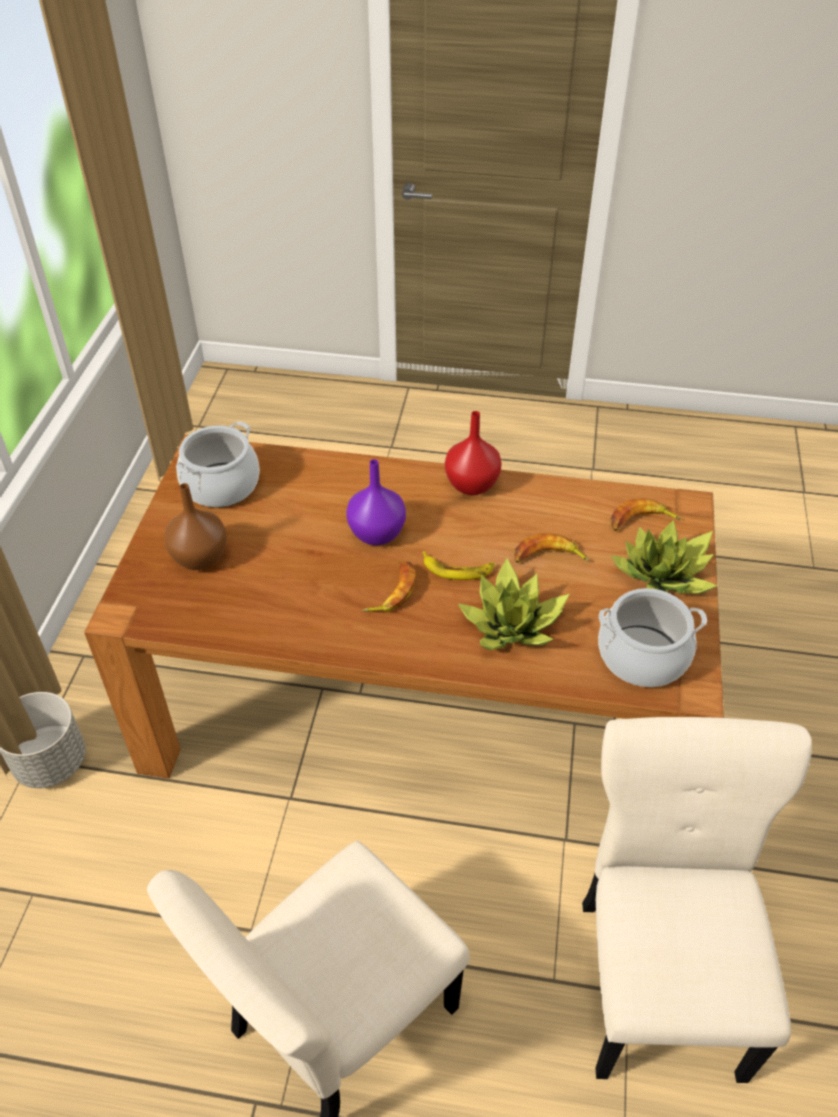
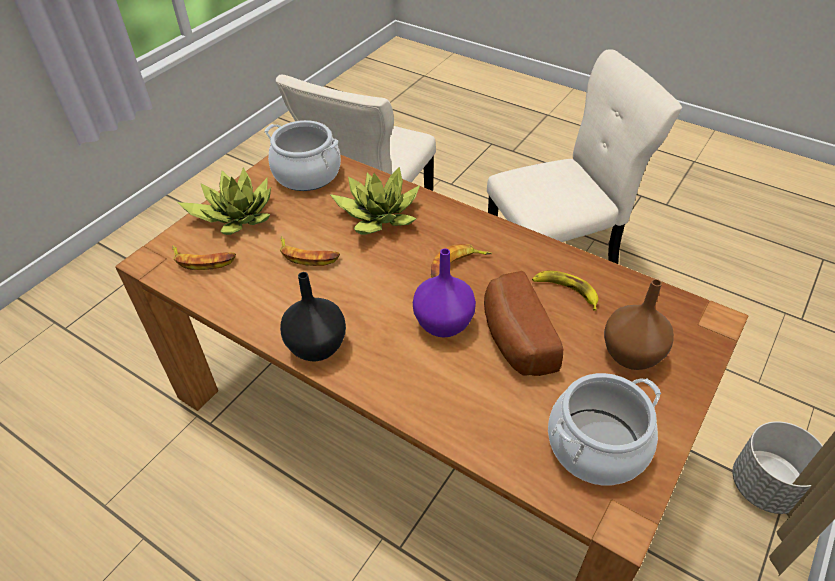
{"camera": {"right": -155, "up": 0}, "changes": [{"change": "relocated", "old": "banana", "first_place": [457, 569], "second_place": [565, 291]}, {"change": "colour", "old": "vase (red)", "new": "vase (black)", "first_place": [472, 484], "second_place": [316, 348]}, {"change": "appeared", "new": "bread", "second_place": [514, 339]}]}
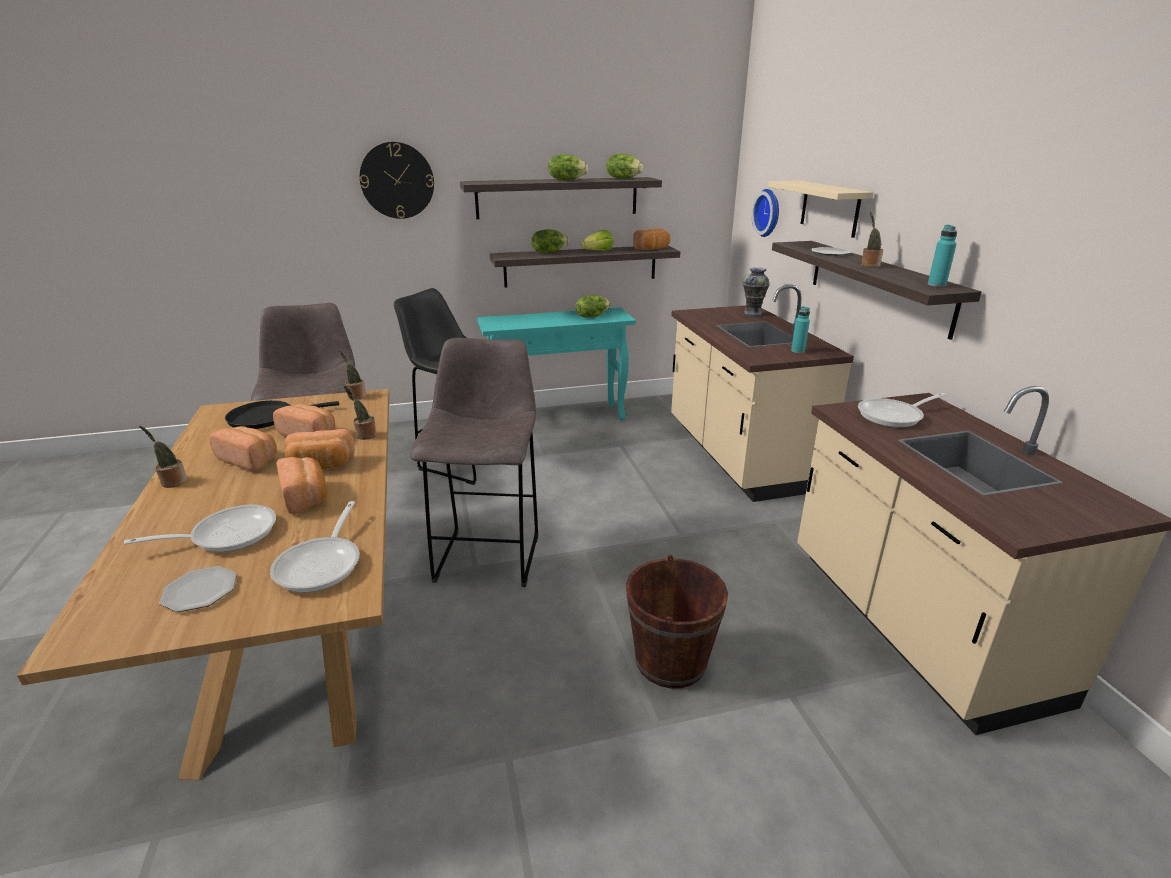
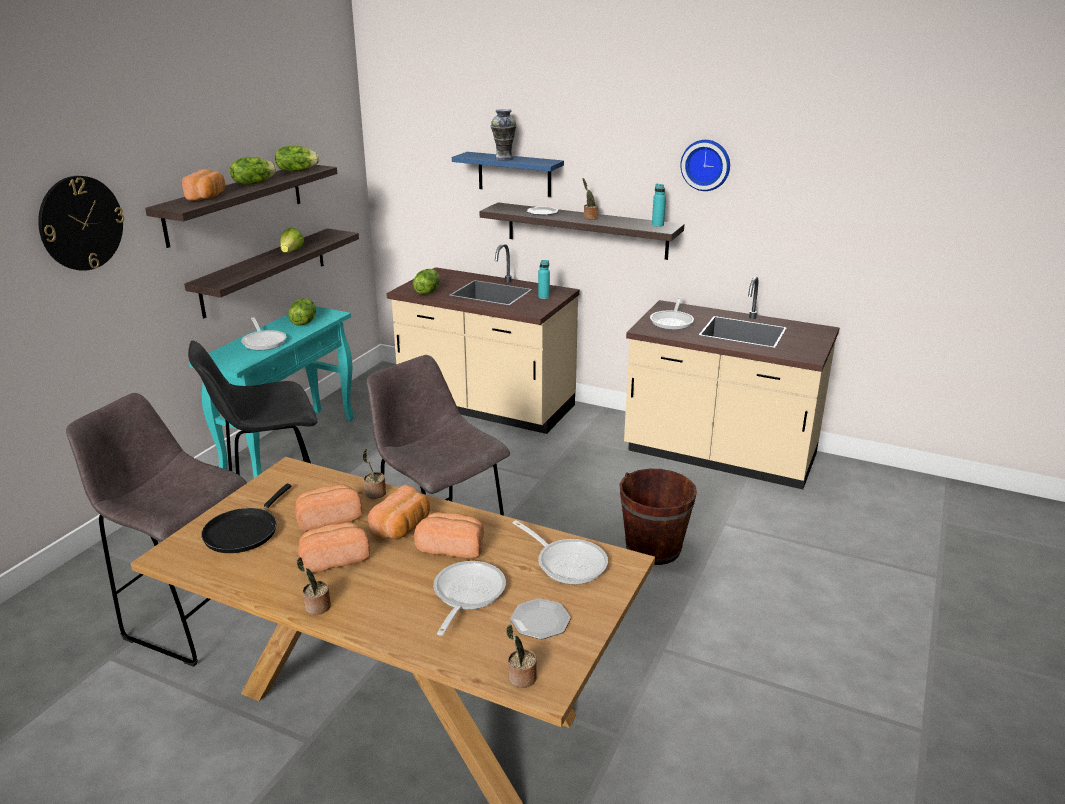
{"camera": {"right": -50, "up": 0}, "changes": [{"change": "relocated", "old": "potted plant", "first_place": [355, 396], "second_place": [520, 678]}, {"change": "relocated", "old": "lettuce", "first_place": [548, 252], "second_place": [427, 292]}, {"change": "relocated", "old": "bread", "first_place": [653, 249], "second_place": [208, 197]}, {"change": "relocated", "old": "vase", "first_place": [753, 314], "second_place": [504, 158]}, {"change": "relocated", "old": "wall clock", "first_place": [769, 213], "second_place": [706, 164]}, {"change": "colour", "old": "shelf (beige)", "new": "shelf (blue)", "first_place": [829, 208], "second_place": [514, 174]}, {"change": "appeared", "new": "frying pan", "second_place": [264, 341]}]}
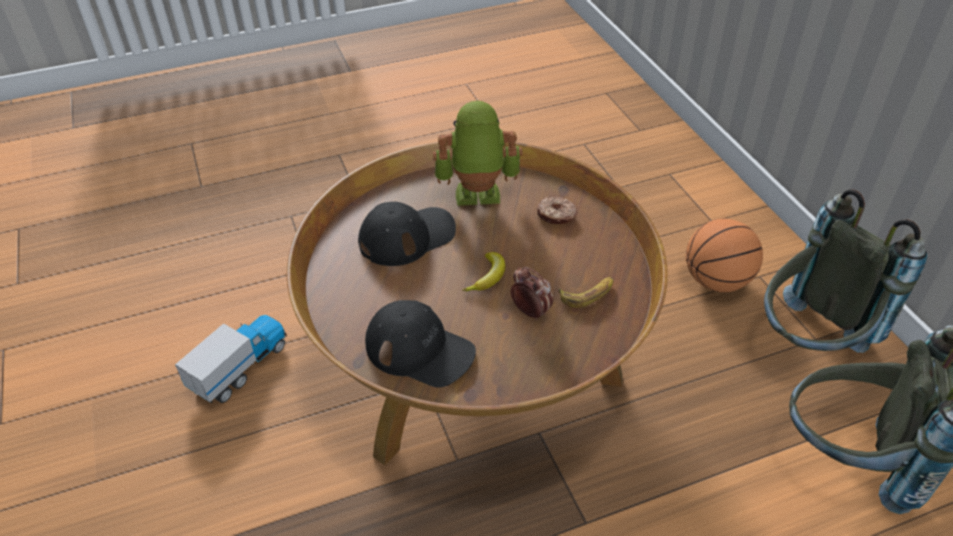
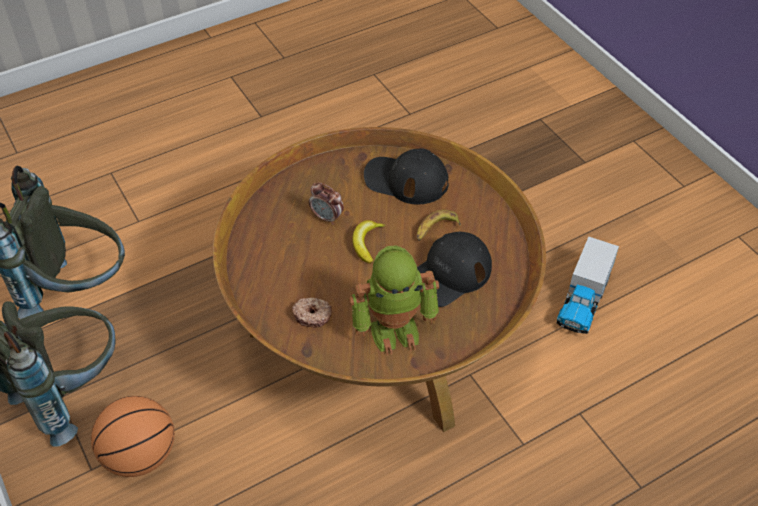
{"camera": {"right": 170, "up": 5}, "changes": [{"change": "relocated", "old": "banana", "first_place": [587, 294], "second_place": [436, 229]}]}
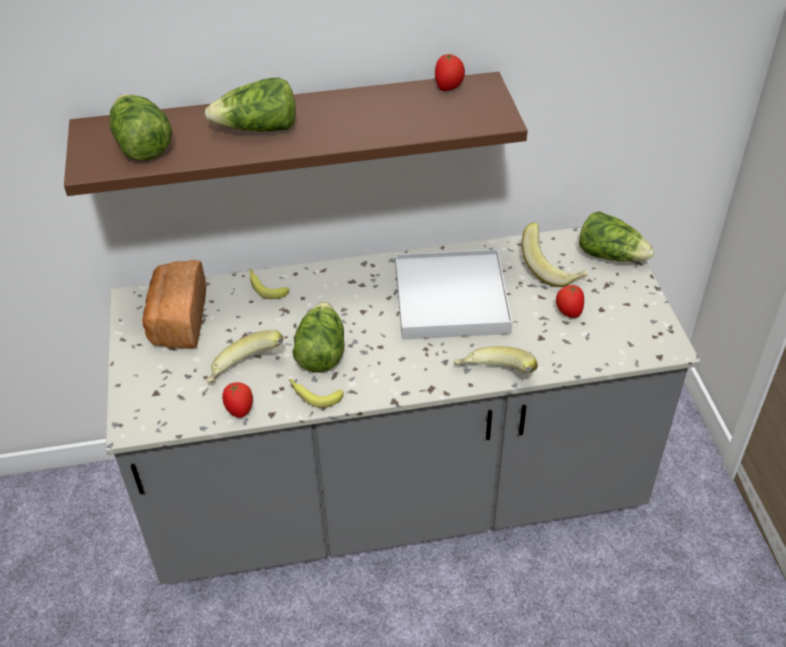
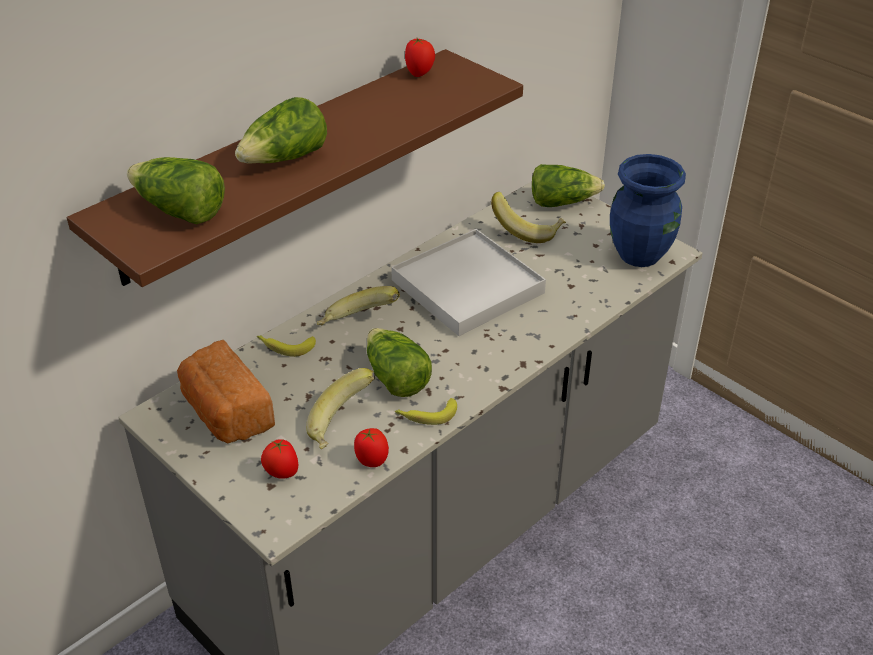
{"camera": {"right": -35, "up": -5}, "changes": [{"change": "relocated", "old": "banana", "first_place": [493, 377], "second_place": [358, 324]}, {"change": "relocated", "old": "tomato", "first_place": [568, 313], "second_place": [281, 473]}, {"change": "appeared", "new": "vase (blue)", "second_place": [640, 255]}]}
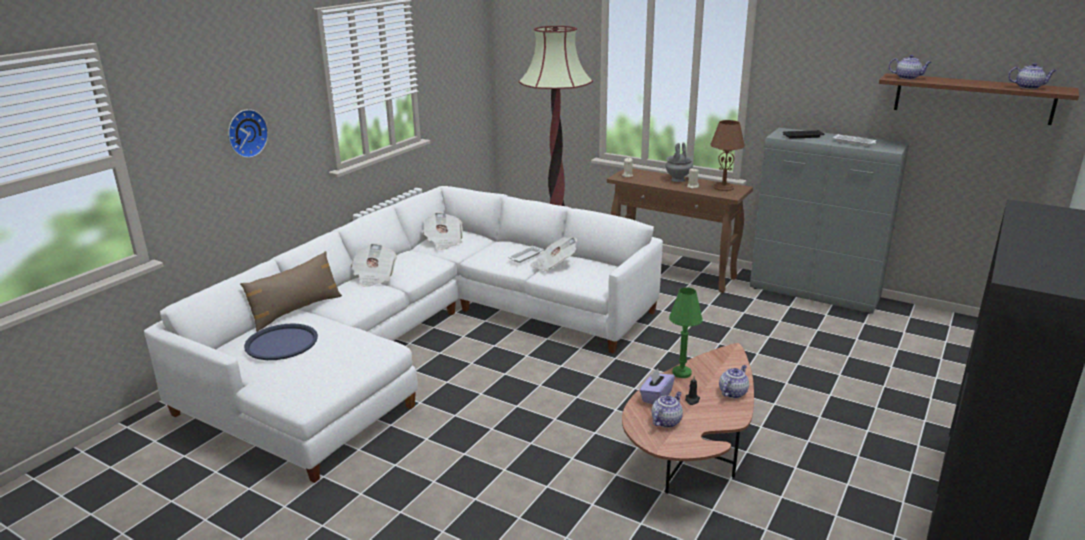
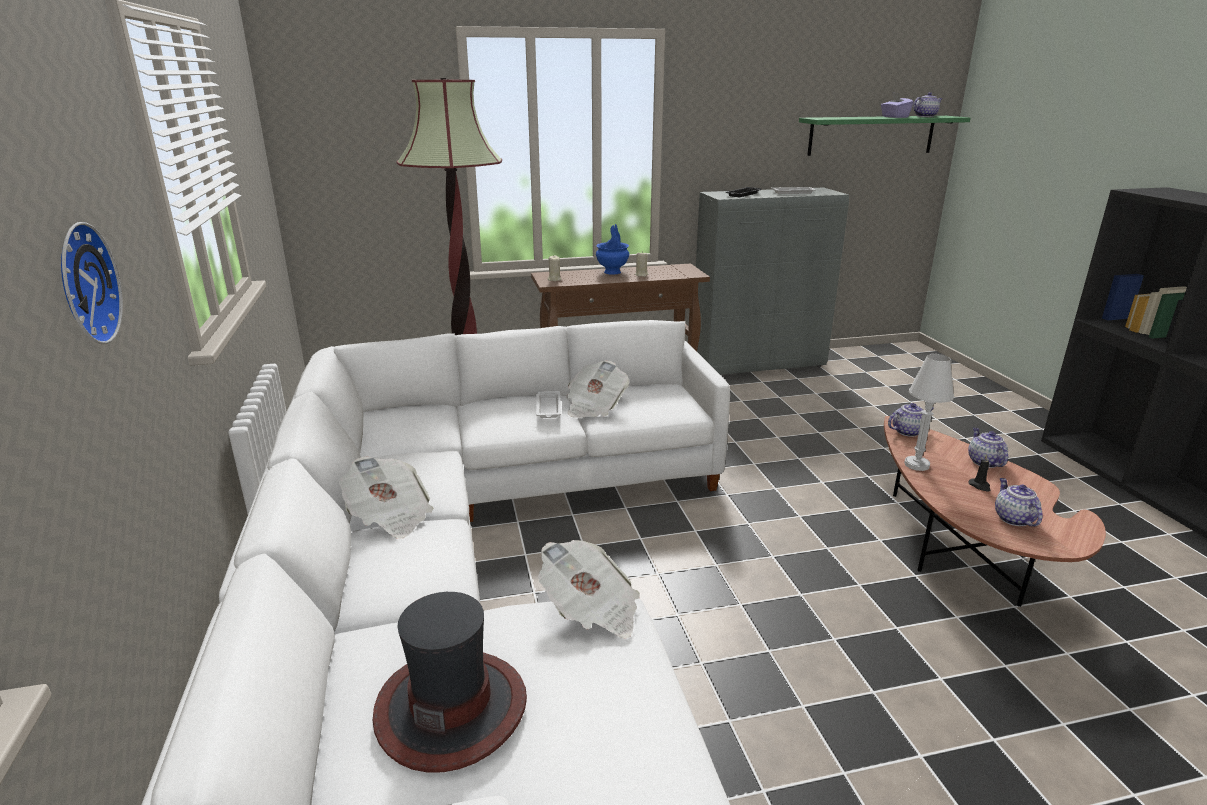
{"camera": {"right": -45, "up": 0}, "changes": [{"change": "missing", "old": "pillow (brown)", "first_place": [296, 310]}, {"change": "exchanged", "old": "tray (blue)", "new": "hat", "first_place": [281, 343], "second_place": [451, 707]}, {"change": "relocated", "old": "newspaper", "first_place": [444, 241], "second_place": [591, 610]}, {"change": "relocated", "old": "tissue box (purple)", "first_place": [656, 397], "second_place": [894, 117]}, {"change": "colour", "old": "vase (grey)", "new": "vase (blue)", "first_place": [677, 180], "second_place": [612, 272]}, {"change": "colour", "old": "table lamp (green)", "new": "table lamp (white)", "first_place": [681, 373], "second_place": [916, 465]}, {"change": "missing", "old": "table lamp (brown)", "first_place": [723, 187]}, {"change": "colour", "old": "shelf (brown)", "new": "shelf (green)", "first_place": [973, 98], "second_place": [871, 135]}, {"change": "relocated", "old": "teapot", "first_place": [908, 78], "second_place": [908, 431]}]}
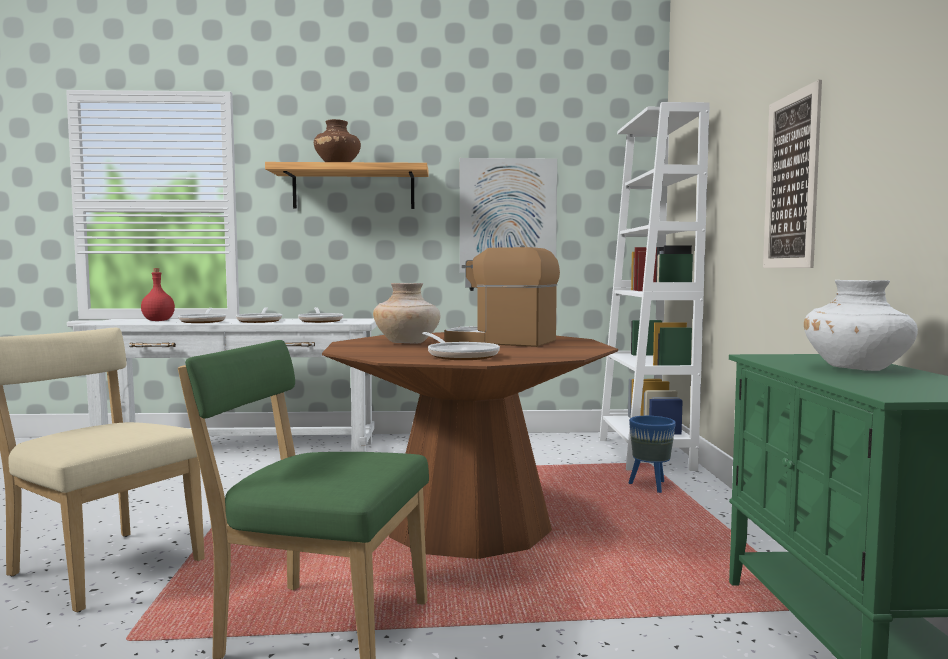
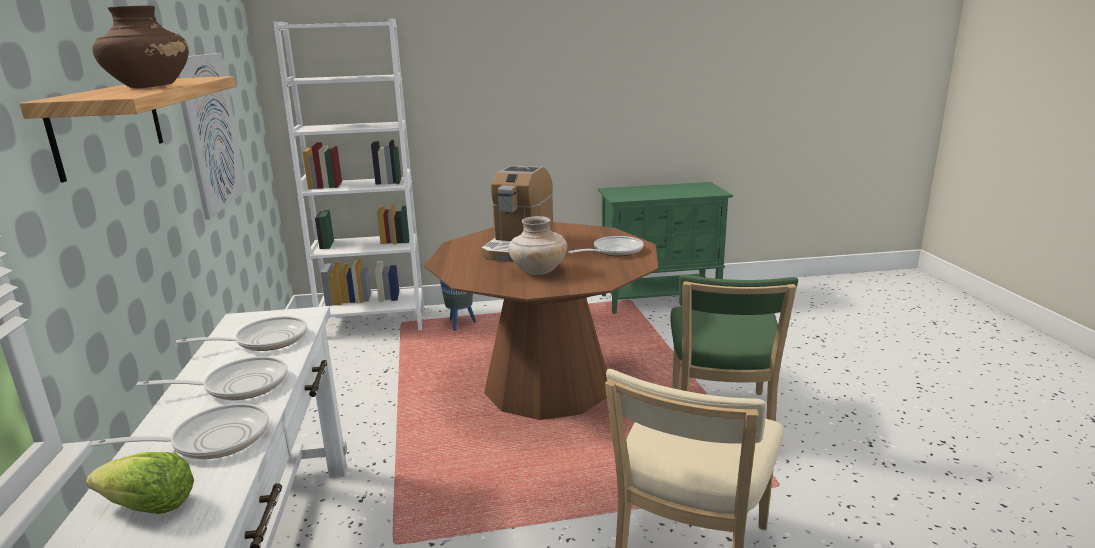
{"camera": {"right": -95, "up": 15}, "changes": [{"change": "exchanged", "old": "bottle (red)", "new": "lettuce", "first_place": [158, 321], "second_place": [150, 507]}, {"change": "missing", "old": "picture", "first_place": [791, 181]}, {"change": "missing", "old": "vase (white)", "first_place": [857, 369]}]}
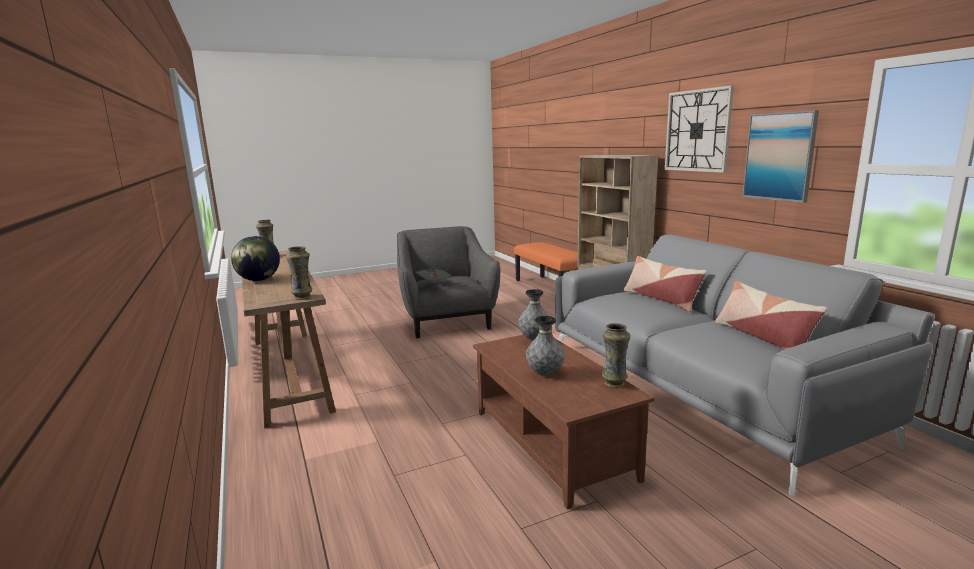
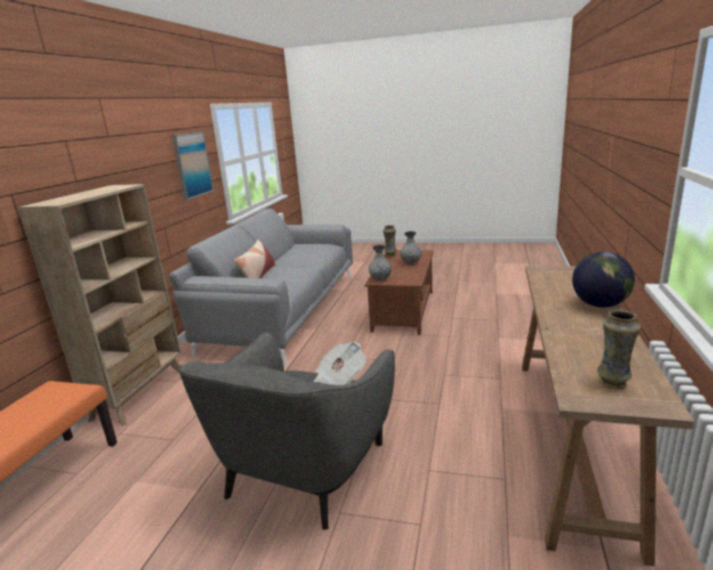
{"camera": {"right": -140, "up": 5}, "changes": [{"change": "missing", "old": "vase", "first_place": [303, 297]}, {"change": "missing", "old": "wall clock", "first_place": [697, 131]}, {"change": "missing", "old": "pillow", "first_place": [762, 337]}]}
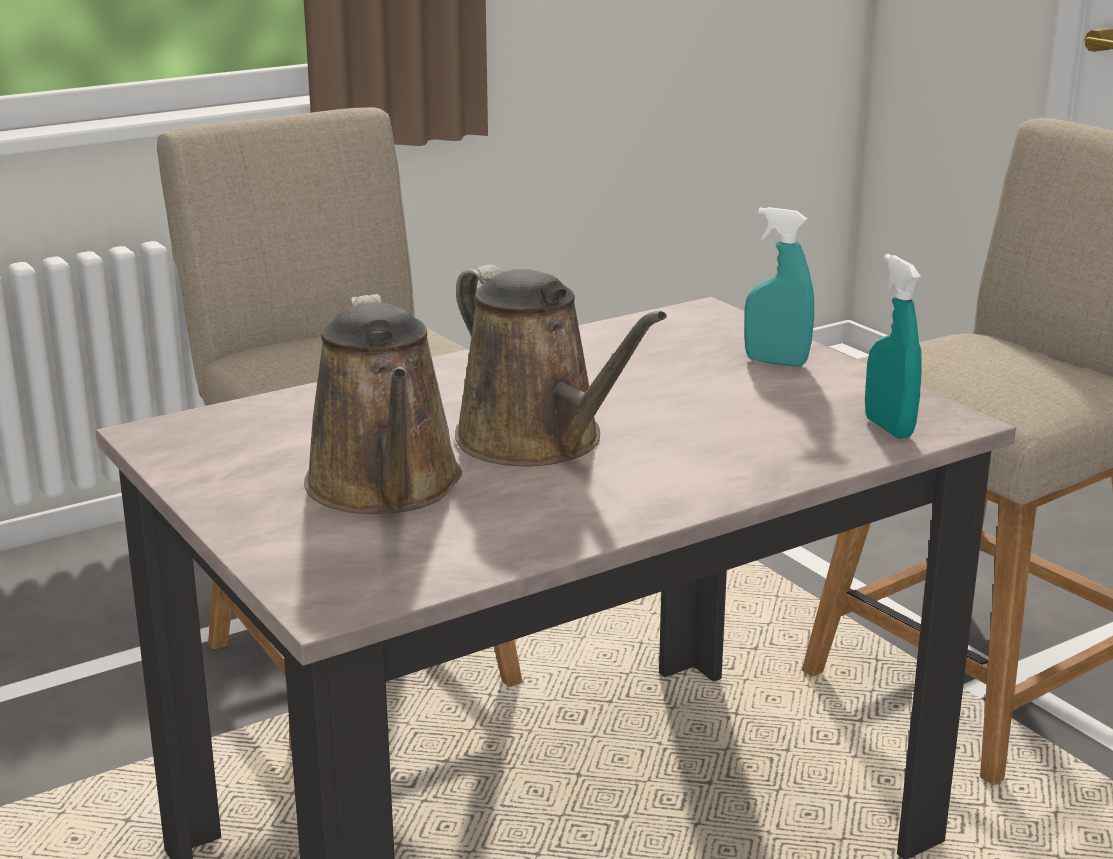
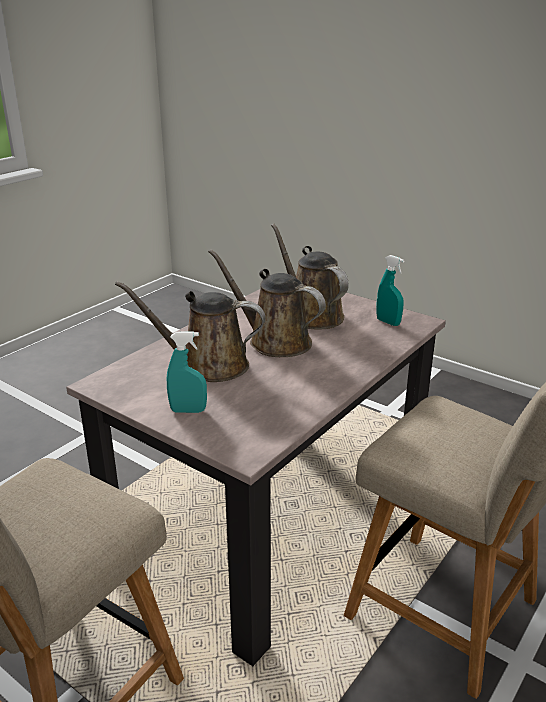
{"camera": {"right": 160, "up": 5}, "changes": [{"change": "relocated", "old": "spray bottle (turquoise)", "first_place": [888, 428], "second_place": [388, 322]}, {"change": "appeared", "new": "watering can (brown)", "second_place": [207, 365]}]}
